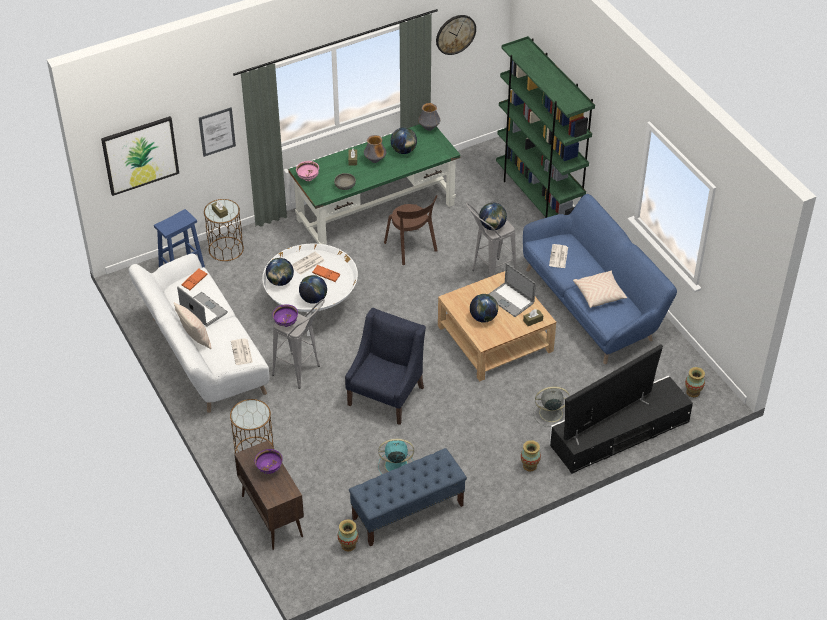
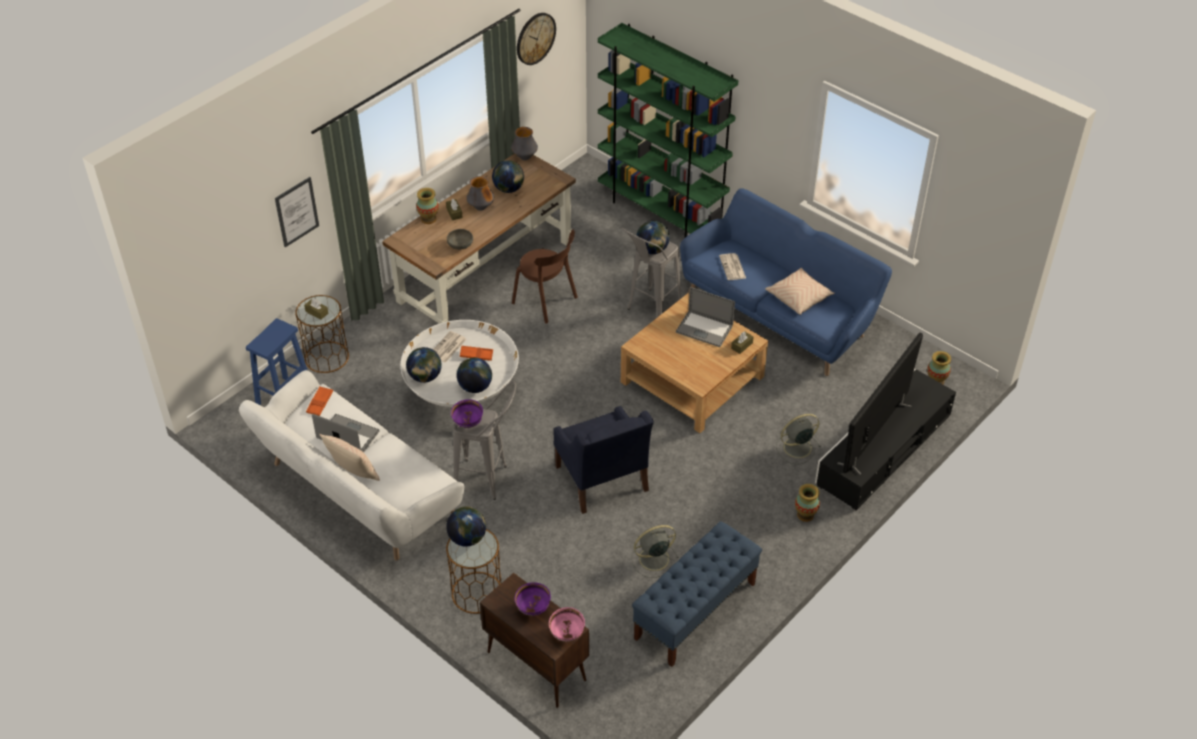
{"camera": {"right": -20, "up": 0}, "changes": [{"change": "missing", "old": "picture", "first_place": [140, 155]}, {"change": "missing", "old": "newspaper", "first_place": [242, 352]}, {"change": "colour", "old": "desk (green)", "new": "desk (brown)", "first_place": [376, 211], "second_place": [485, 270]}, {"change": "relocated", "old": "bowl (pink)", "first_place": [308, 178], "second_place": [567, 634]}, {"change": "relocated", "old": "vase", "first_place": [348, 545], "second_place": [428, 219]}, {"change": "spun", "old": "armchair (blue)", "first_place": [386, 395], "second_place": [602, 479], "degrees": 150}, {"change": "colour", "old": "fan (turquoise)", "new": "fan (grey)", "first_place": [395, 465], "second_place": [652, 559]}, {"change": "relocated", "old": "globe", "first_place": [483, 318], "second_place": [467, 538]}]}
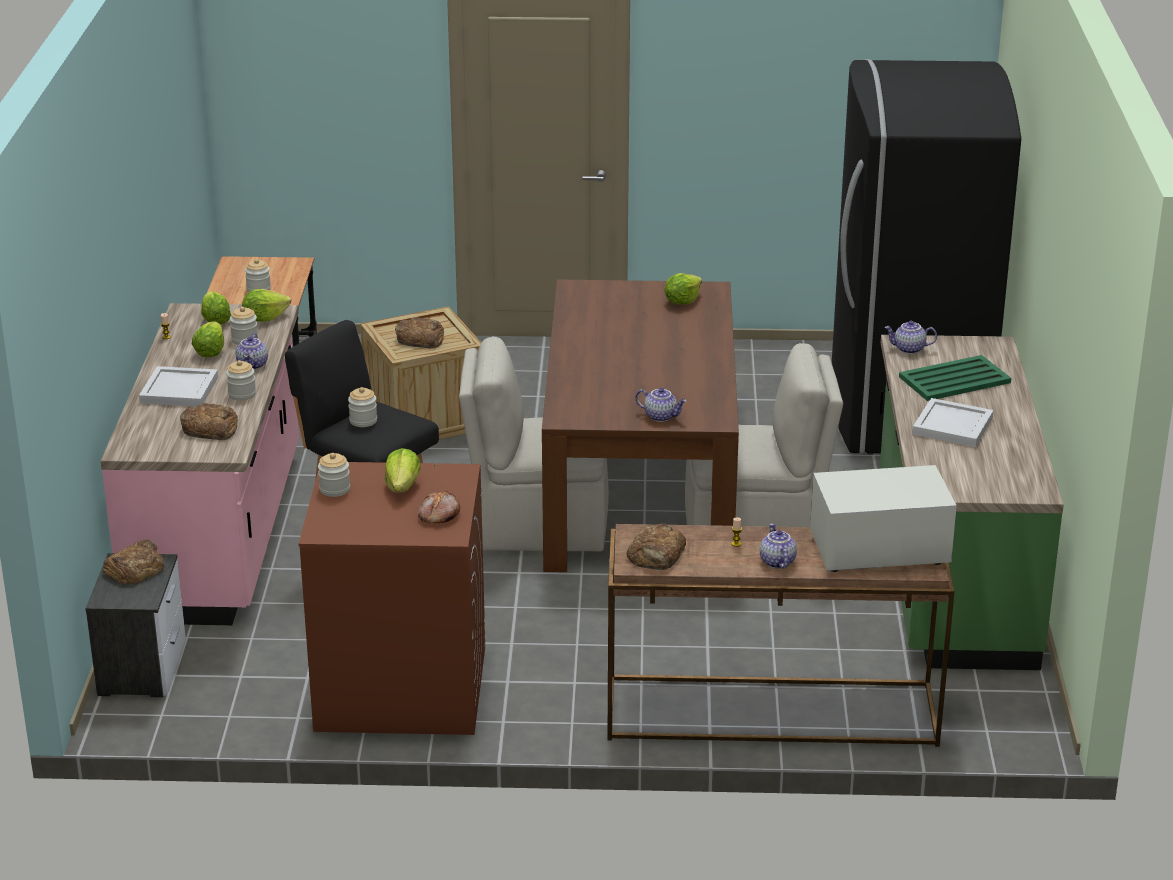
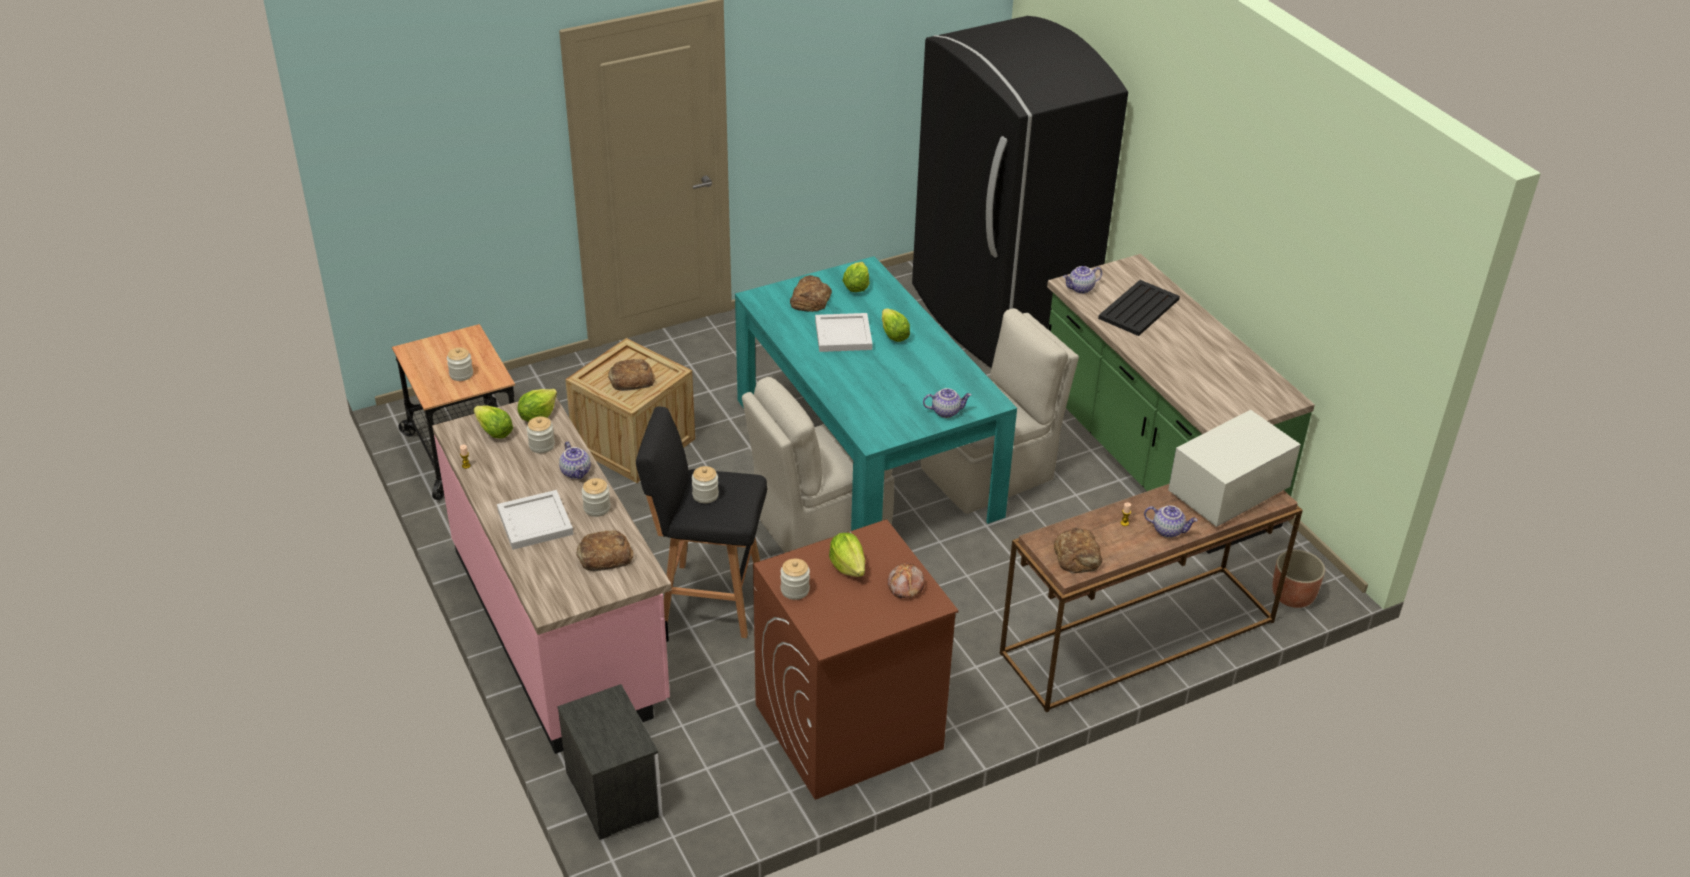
{"camera": {"right": -30, "up": 10}, "changes": [{"change": "relocated", "old": "bread", "first_place": [135, 569], "second_place": [810, 299]}, {"change": "relocated", "old": "lettuce", "first_place": [210, 352], "second_place": [893, 335]}, {"change": "colour", "old": "dining table (brown)", "new": "dining table (turquoise)", "first_place": [639, 487], "second_place": [865, 456]}, {"change": "spun", "old": "teapot", "first_place": [776, 562], "second_place": [1168, 530], "degrees": 150}, {"change": "colour", "old": "tray (green)", "new": "tray (black)", "first_place": [953, 380], "second_place": [1138, 309]}, {"change": "relocated", "old": "tray (white)", "first_place": [951, 426], "second_place": [842, 335]}, {"change": "appeared", "new": "planter", "second_place": [1293, 596]}]}
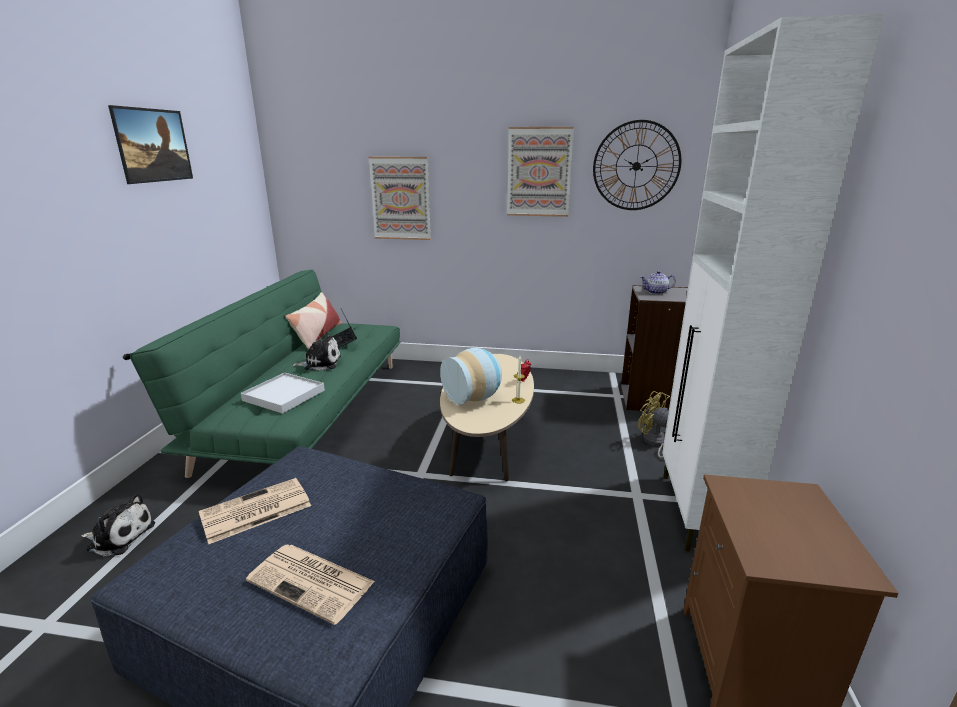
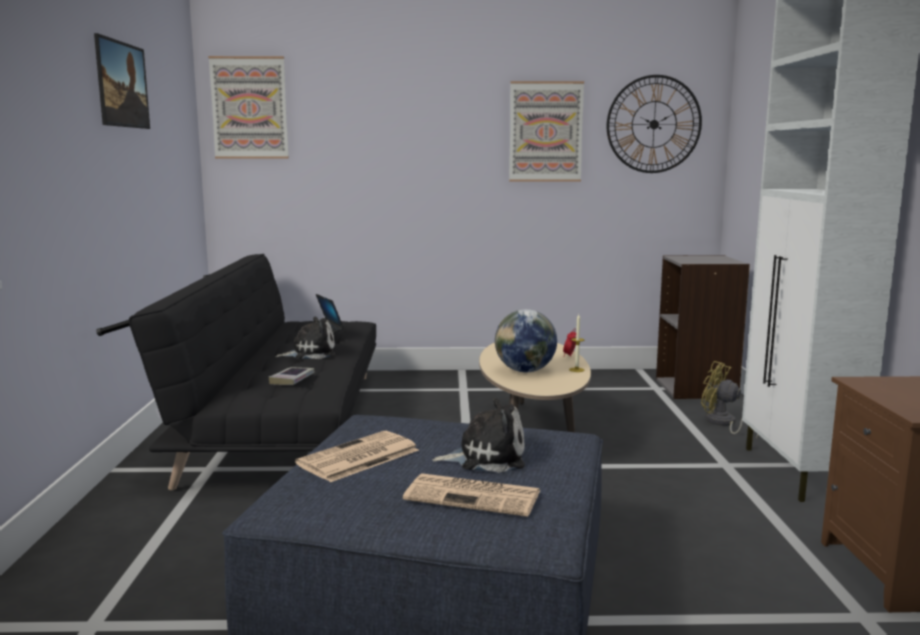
{"camera": {"right": -10, "up": -10}, "changes": [{"change": "relocated", "old": "plush toy", "first_place": [119, 536], "second_place": [486, 457]}, {"change": "colour", "old": "sofa (green)", "new": "sofa (black)", "first_place": [307, 412], "second_place": [285, 424]}, {"change": "exchanged", "old": "tray (white)", "new": "book", "first_place": [283, 395], "second_place": [292, 379]}, {"change": "missing", "old": "pillow", "first_place": [317, 336]}, {"change": "relocated", "old": "picture", "first_place": [400, 198], "second_place": [249, 108]}, {"change": "exchanged", "old": "vase", "new": "globe", "first_place": [474, 398], "second_place": [525, 371]}, {"change": "missing", "old": "teapot", "first_place": [656, 292]}]}
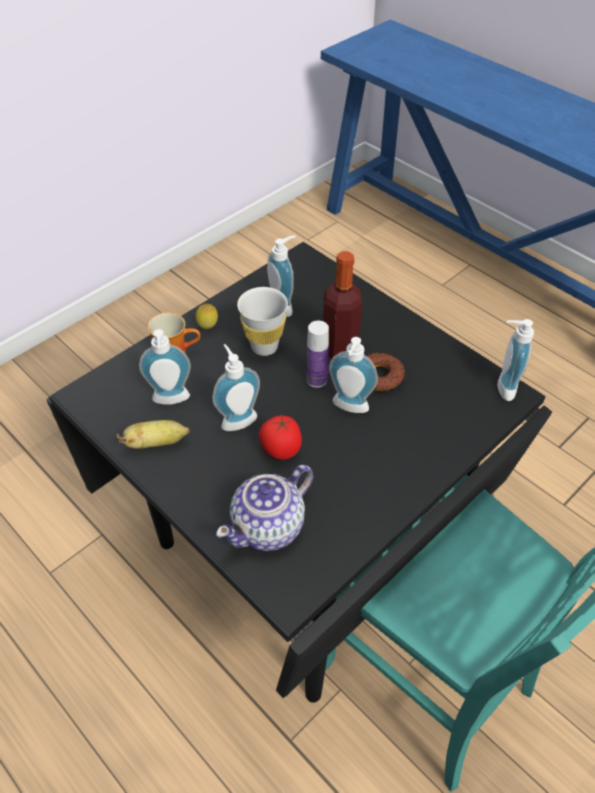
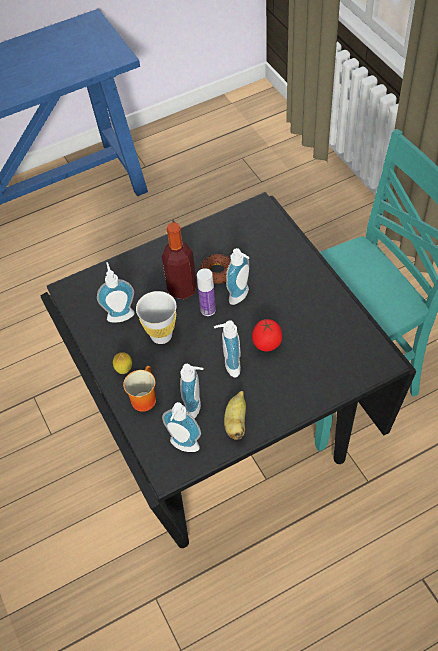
{"camera": {"right": -70, "up": 5}, "changes": [{"change": "missing", "old": "teapot", "first_place": [269, 526]}, {"change": "relocated", "old": "soap dispenser", "first_place": [502, 387], "second_place": [183, 447]}]}
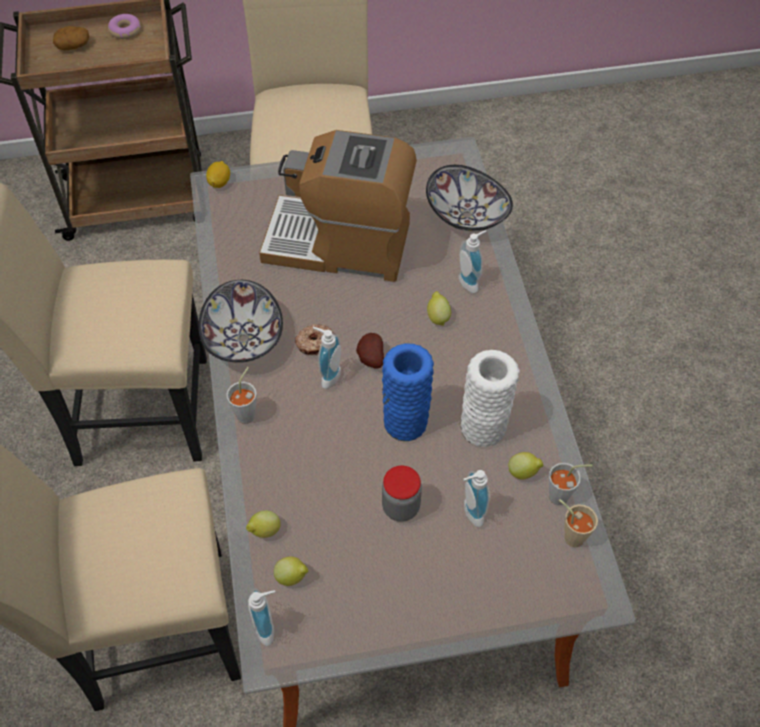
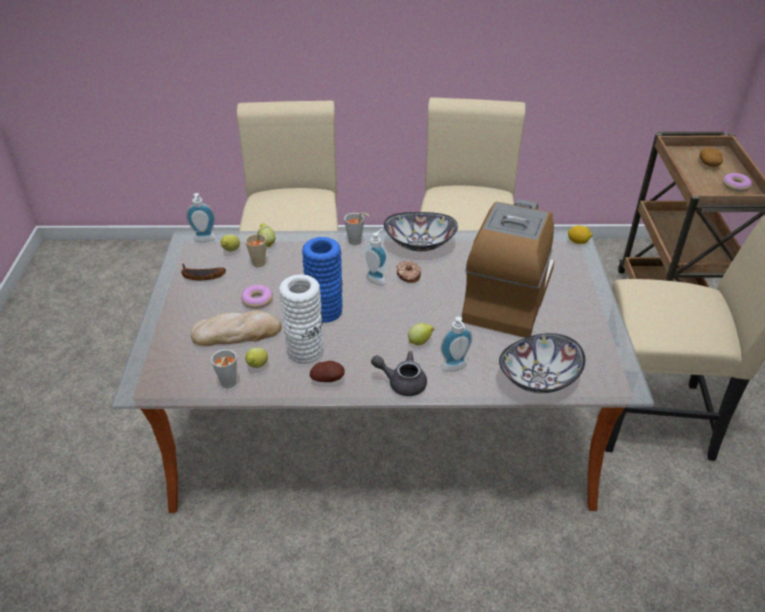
{"camera": {"right": 100, "up": -15}, "changes": [{"change": "relocated", "old": "potato", "first_place": [370, 358], "second_place": [328, 379]}, {"change": "exchanged", "old": "jar", "new": "donut", "first_place": [401, 507], "second_place": [257, 300]}, {"change": "exchanged", "old": "soap dispenser", "new": "bread", "first_place": [470, 513], "second_place": [236, 332]}, {"change": "relocated", "old": "cup (beige)", "first_place": [570, 534], "second_place": [261, 262]}, {"change": "appeared", "new": "banana", "second_place": [199, 276]}, {"change": "appeared", "new": "teapot (grey)", "second_place": [402, 382]}]}
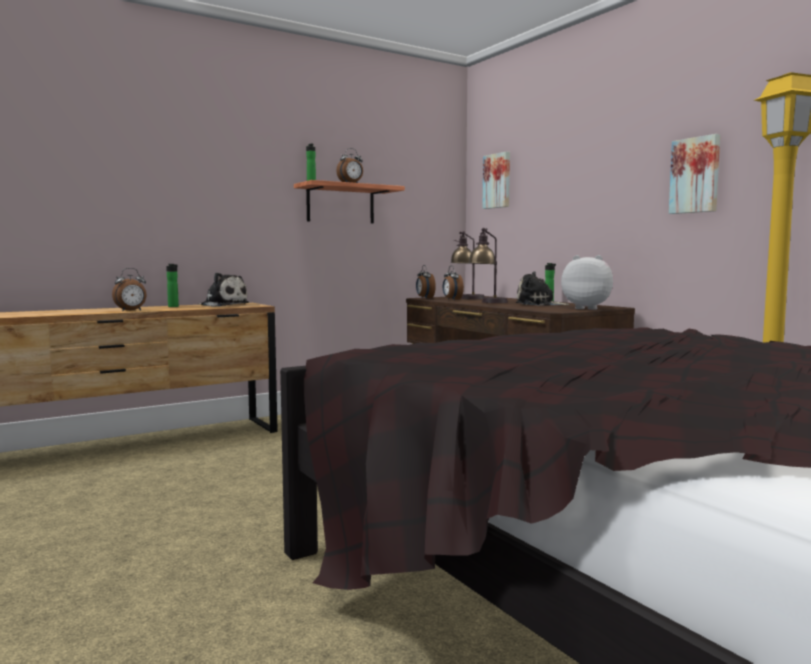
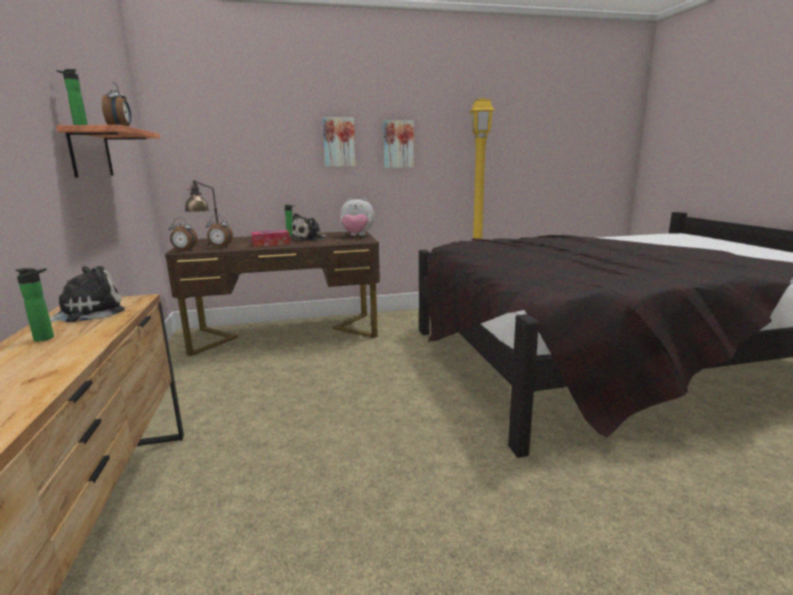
{"camera": {"right": -70, "up": 10}, "changes": [{"change": "missing", "old": "alarm clock", "first_place": [131, 310]}, {"change": "exchanged", "old": "table lamp", "new": "tissue box", "first_place": [488, 302], "second_place": [271, 244]}, {"change": "relocated", "old": "picture", "first_place": [497, 181], "second_place": [339, 142]}, {"change": "spun", "old": "plush toy", "first_place": [587, 308], "second_place": [357, 236], "degrees": -135}]}
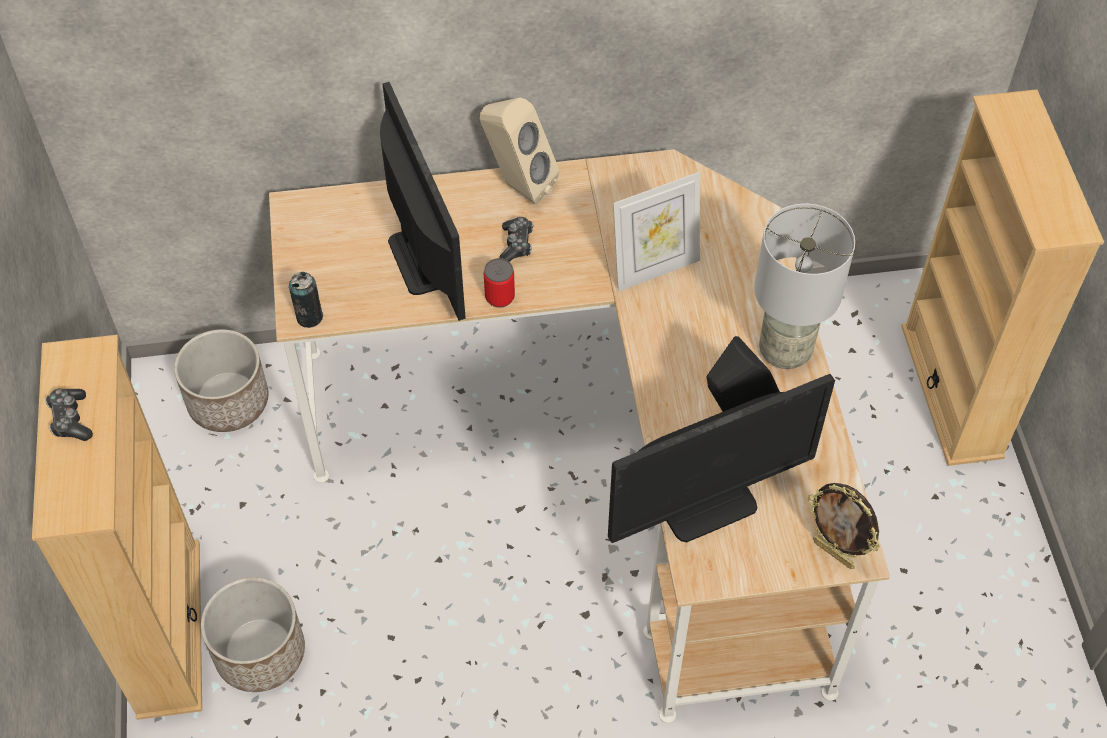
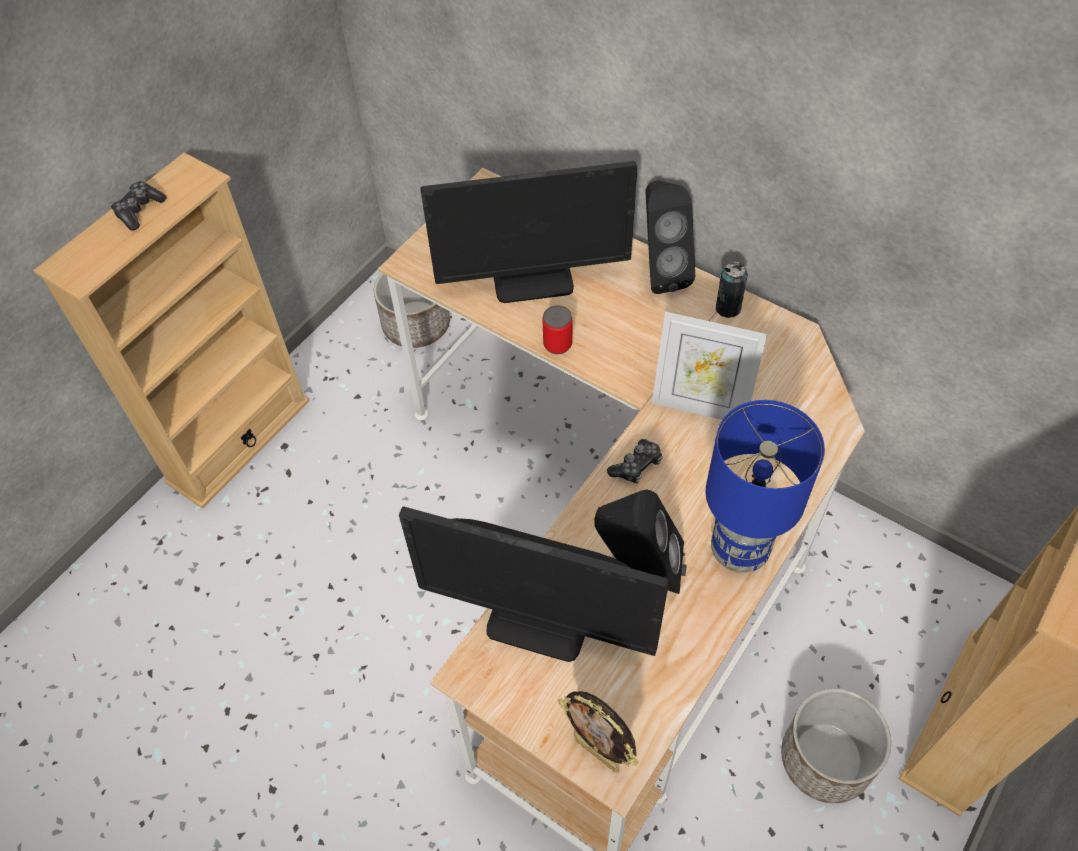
{"camera": {"right": 45, "up": 0}, "changes": [{"change": "relocated", "old": "planter", "first_place": [261, 653], "second_place": [826, 759]}, {"change": "relocated", "old": "can", "first_place": [309, 317], "second_place": [728, 308]}, {"change": "spun", "old": "monitor", "first_place": [423, 259], "second_place": [533, 280], "degrees": 60}, {"change": "colour", "old": "speaker (beige)", "new": "speaker (black)", "first_place": [517, 185], "second_place": [660, 272]}, {"change": "relocated", "old": "game controller", "first_place": [516, 244], "second_place": [636, 466]}, {"change": "colour", "old": "table lamp (grey)", "new": "table lamp (blue)", "first_place": [786, 351], "second_place": [740, 551]}, {"change": "spun", "old": "picture frame", "first_place": [834, 553], "second_place": [598, 753], "degrees": -45}]}
